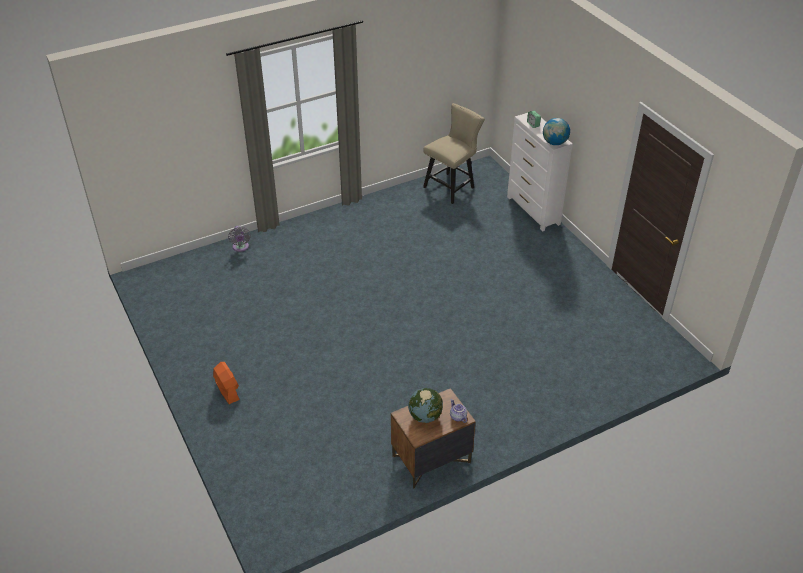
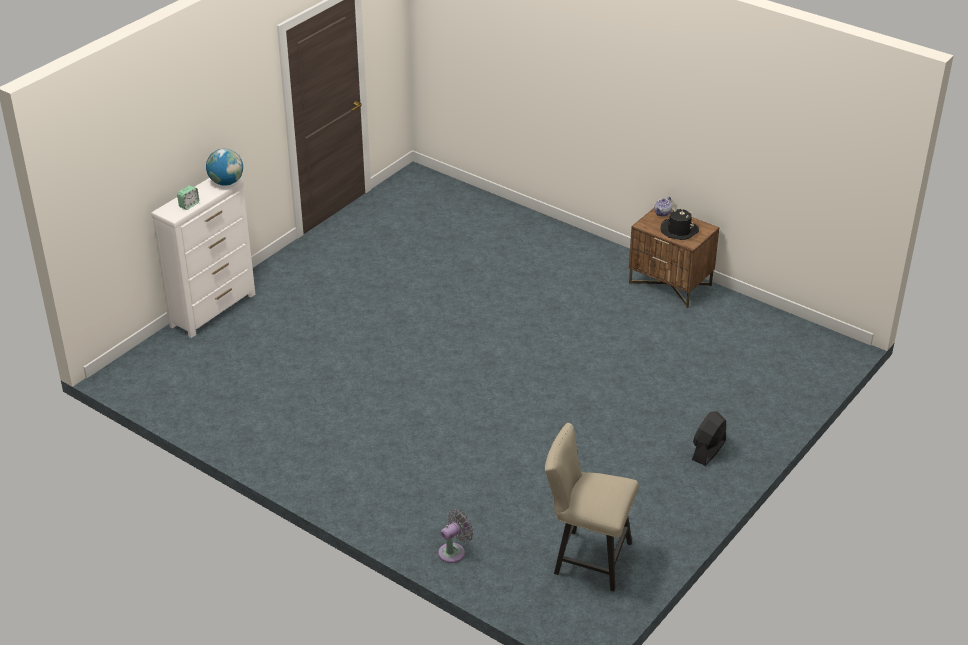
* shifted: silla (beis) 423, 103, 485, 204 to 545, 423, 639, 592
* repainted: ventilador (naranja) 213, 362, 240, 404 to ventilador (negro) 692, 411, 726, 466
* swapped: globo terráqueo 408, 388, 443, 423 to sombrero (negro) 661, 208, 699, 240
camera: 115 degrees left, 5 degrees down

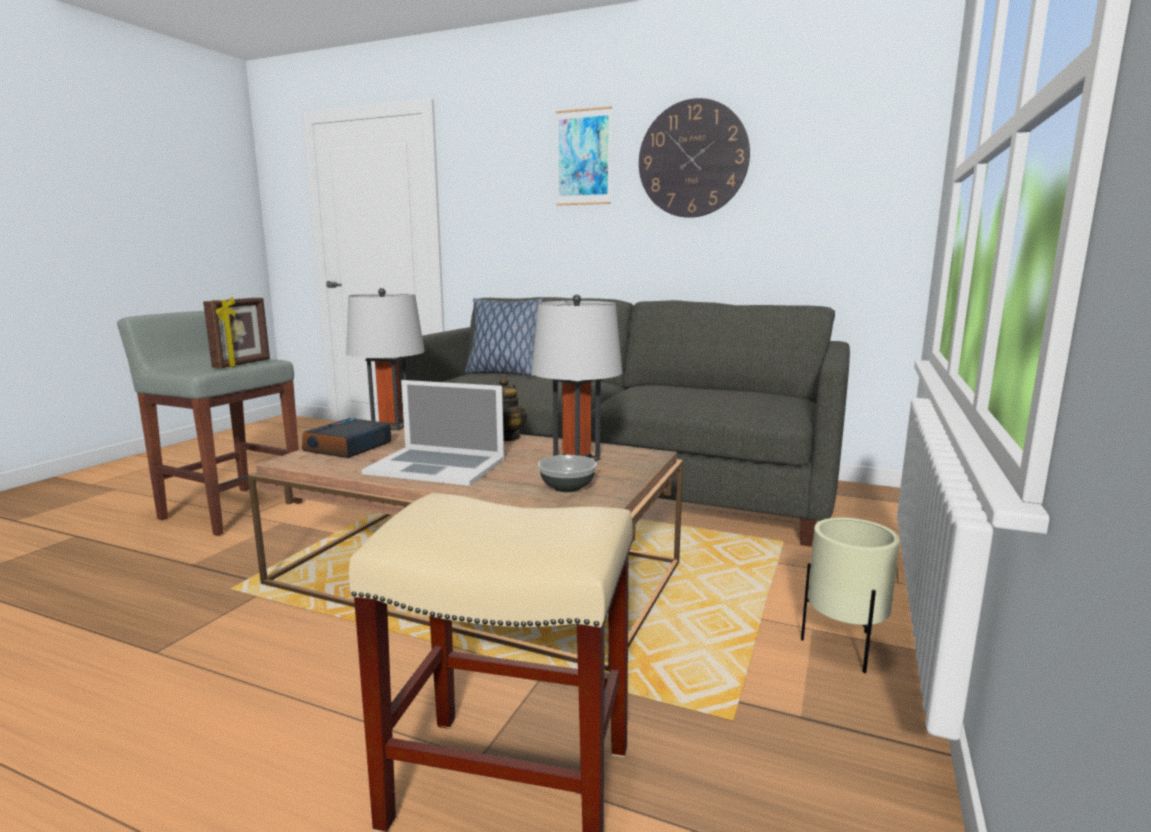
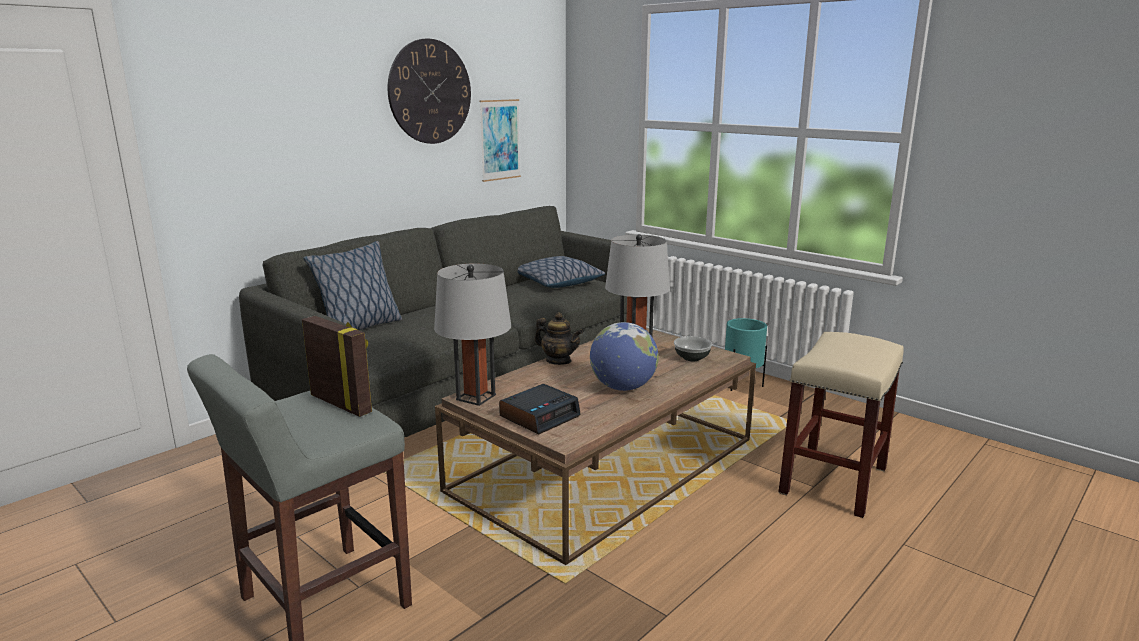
* shifted: cuadro 556, 106, 612, 206 to 479, 99, 521, 182
* swapped: portátil 362, 380, 504, 486 to globo terráqueo 590, 322, 659, 391
* rotated: despertador 302, 418, 391, 458 = 499, 384, 581, 434 90 degrees counterclockwise
* repainted: maceta (beis) 801, 517, 900, 673 to maceta (turquesa) 725, 318, 767, 391
* new: cojín 518, 256, 605, 288
camera: 70 degrees left, 5 degrees up

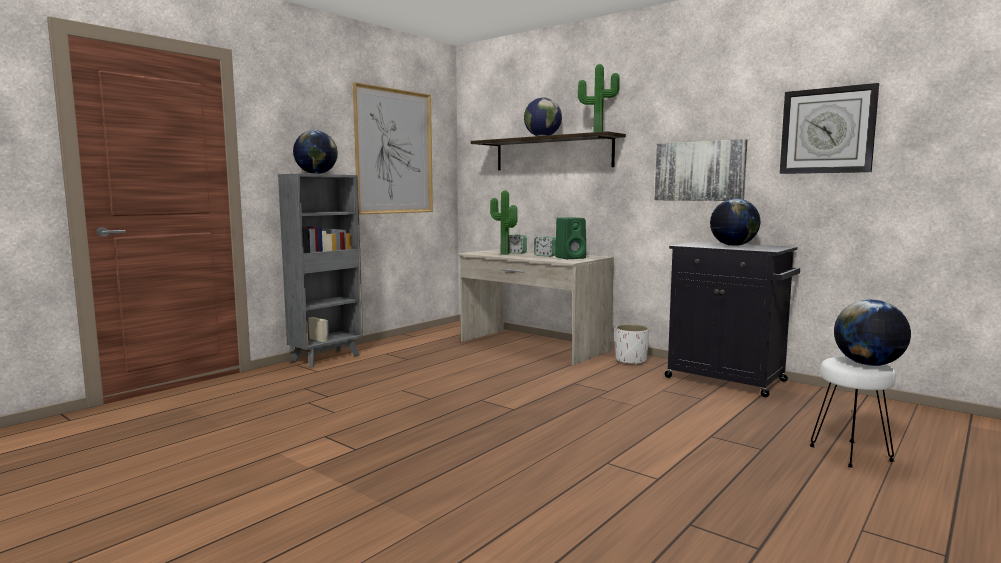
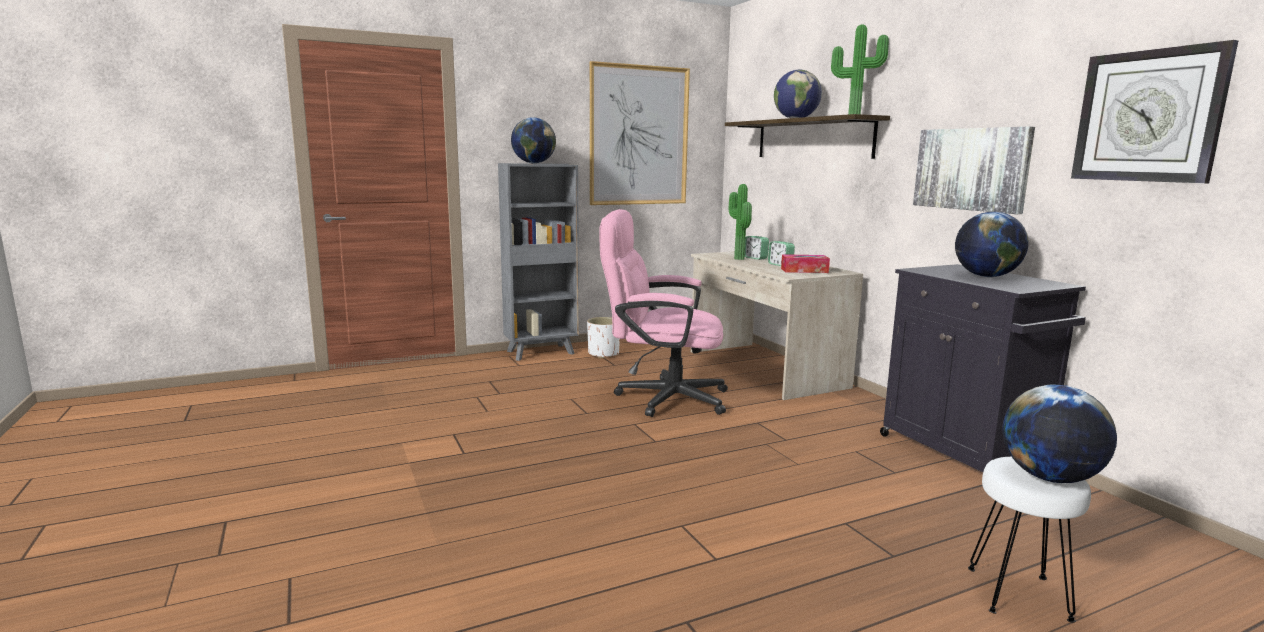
* swapped: altavoz (verde) 555, 217, 586, 259 to caja de pañuelos 781, 254, 830, 273
* shifted: maceta (blanco) 615, 324, 649, 365 to 587, 317, 620, 358
* new: silla de oficina (rosa) 599, 209, 728, 417
camera: 25 degrees right, 5 degrees up

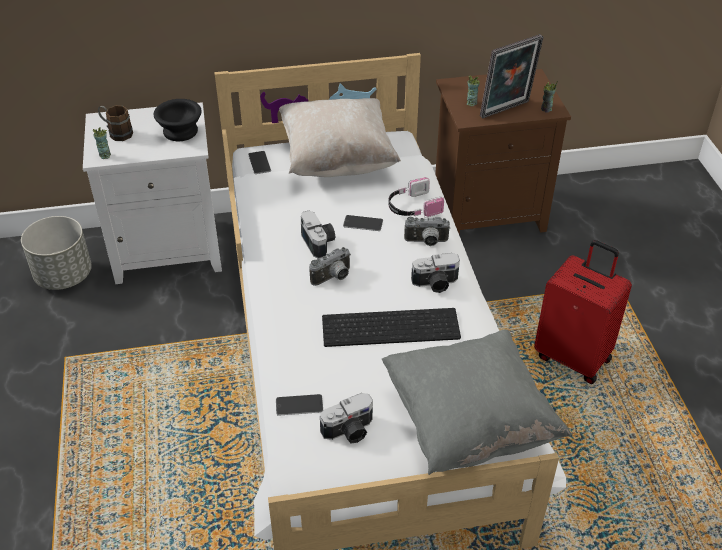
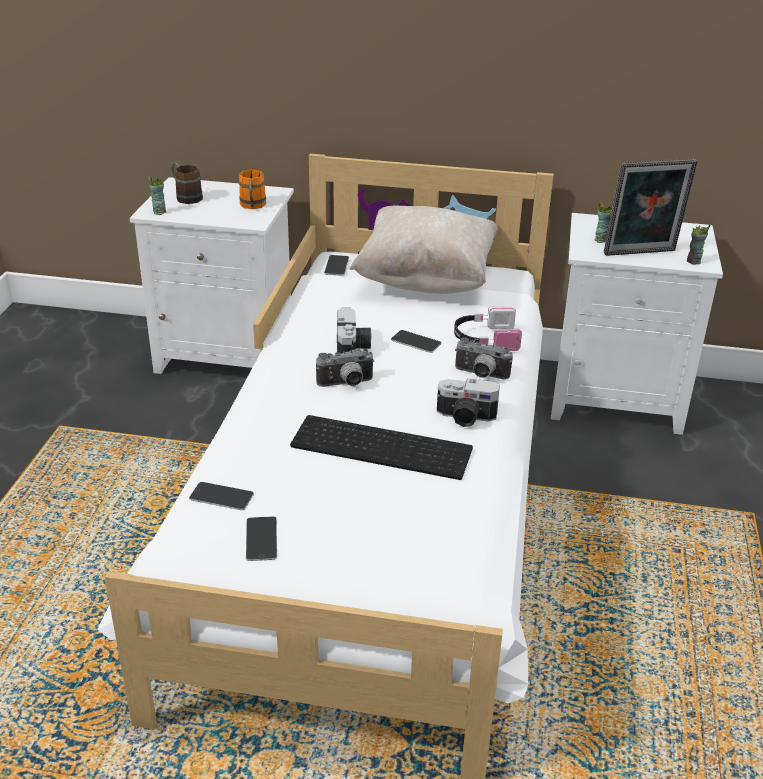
* repainted: mesita de noche (marrón) 435, 69, 571, 234 to mesita de noche (blanco) 551, 213, 723, 435
* swapped: cuenco (negro) 154, 99, 202, 141 to taza grande (naranja) 239, 170, 266, 209
* gone: maceta (gris) 21, 216, 92, 290
* gone: maleta (rojo) 534, 240, 632, 384
* gone: cojín (gris) 382, 329, 572, 475
* swapped: cámara 320, 393, 373, 443 to móvil 246, 516, 277, 561
camera: 20 degrees right, 10 degrees down

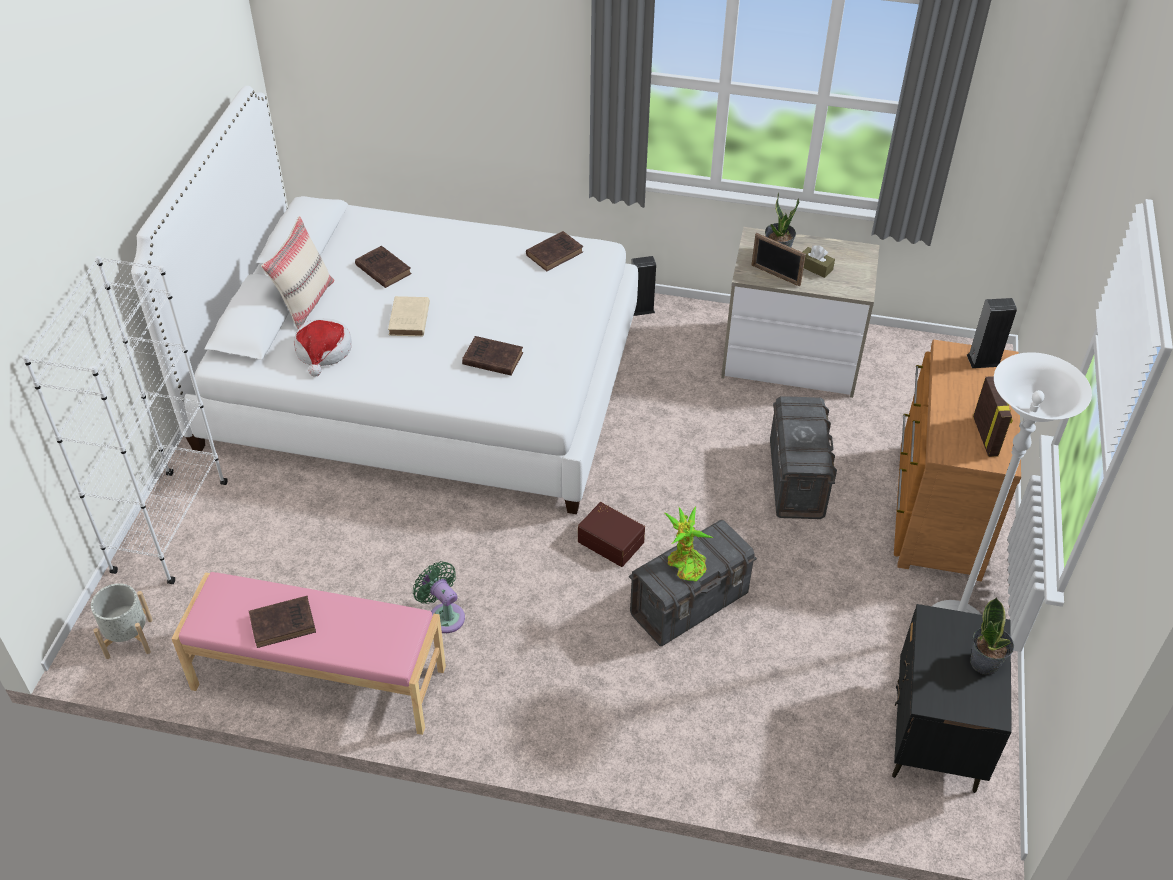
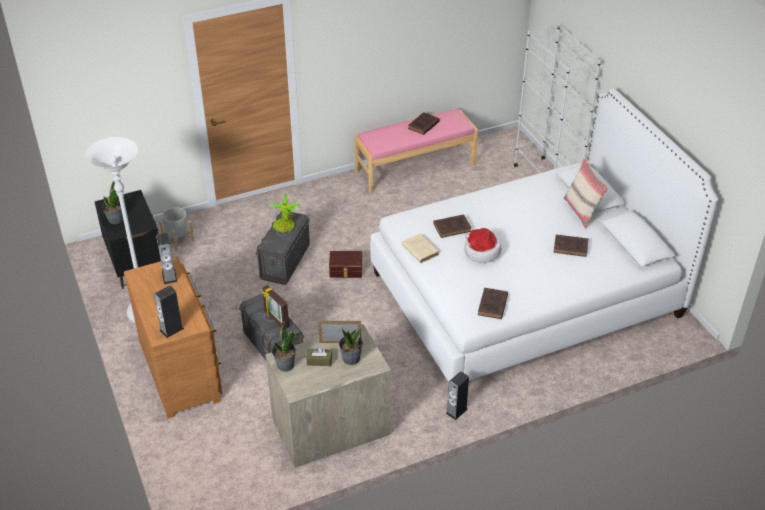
* shifted: libro (beis) 388, 296, 430, 336 to 402, 233, 439, 263
* shifted: sombrero 294, 318, 352, 376 to 464, 228, 501, 263
* shifted: portarretratos 973, 376, 1013, 457 to 262, 285, 289, 329
* gone: ventilador (verde) 413, 561, 465, 633
* shifted: maceta (gris) 91, 583, 153, 659 to 159, 207, 194, 251
* new: altavoz 156, 233, 177, 284
* new: planta en maceta 272, 321, 296, 371
camera: 145 degrees right, 5 degrees down

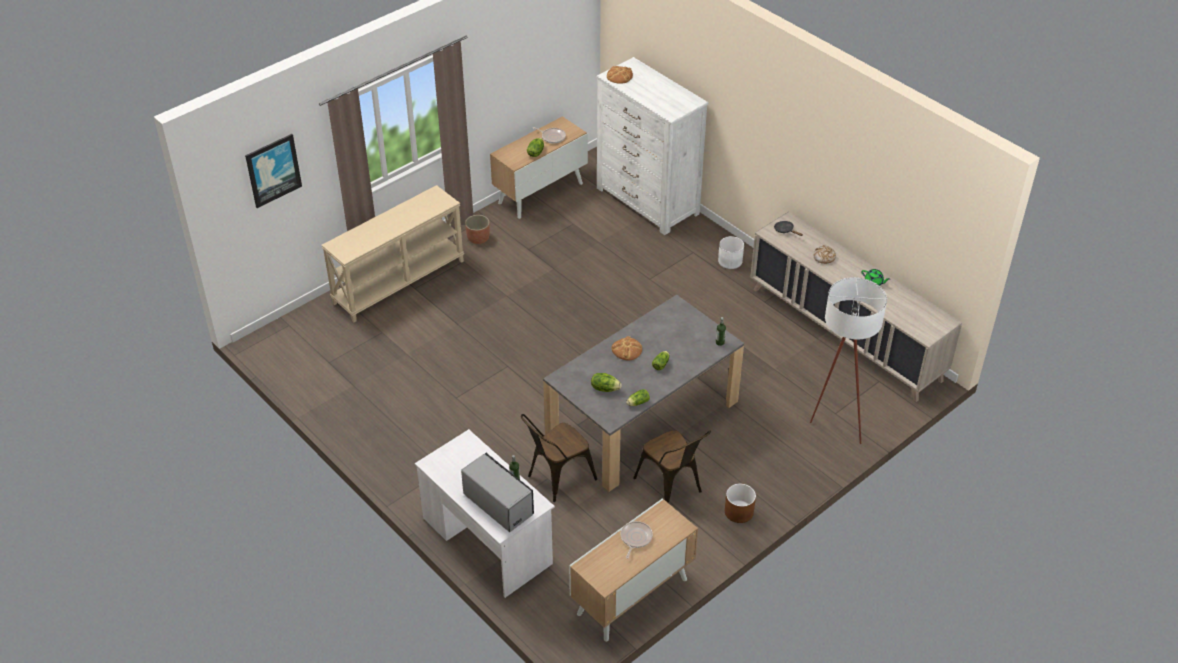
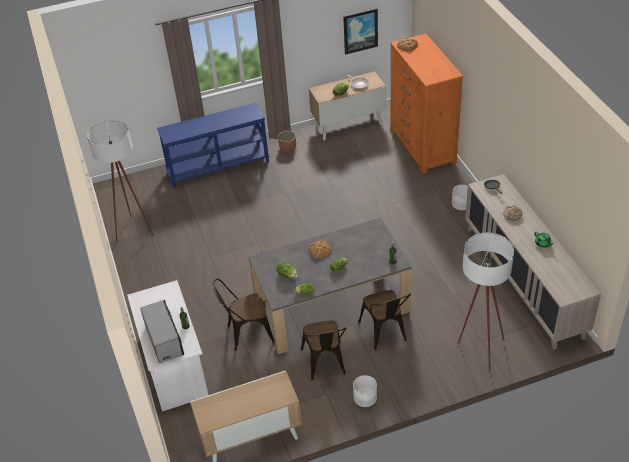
* repainted: cómoda (blanco) 596, 57, 708, 235 to cómoda (naranja) 390, 34, 463, 174
* shifted: cuadro 245, 134, 302, 208 to 343, 8, 378, 55
* repainted: mesa consola (beis) 321, 185, 464, 322 to mesa consola (azul) 157, 103, 269, 188
* repainted: maceta (marrón) 725, 484, 756, 523 to maceta (blanco) 353, 375, 377, 407
* gone: sartén 621, 521, 653, 559
* new: lámpara de pie (blanco) 87, 120, 154, 243
* new: silla (marrón) 358, 290, 411, 350
camera: 25 degrees right, 0 degrees up

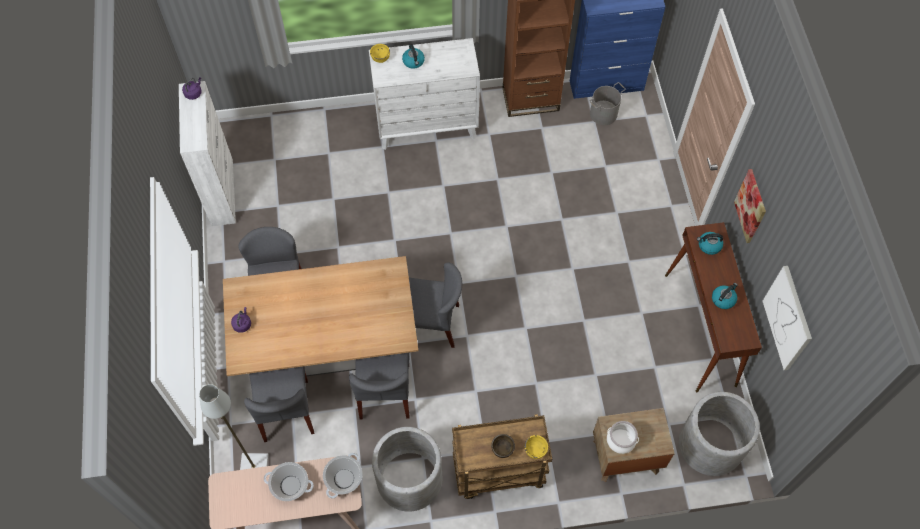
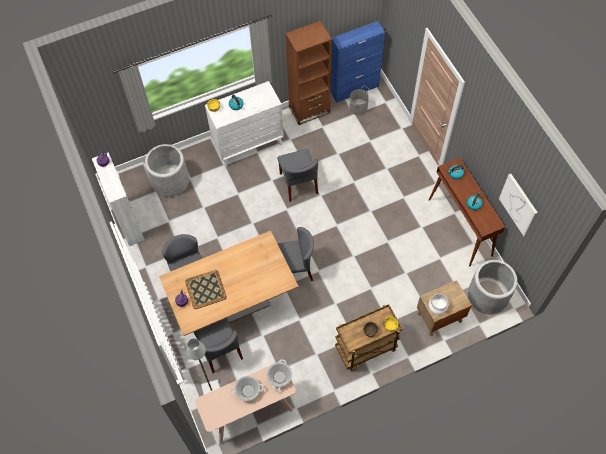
* gone: cuadro 734, 169, 766, 243
* shifted: silla (gris) 349, 352, 410, 419 to 277, 149, 318, 202
* shifted: maceta (gris) 372, 427, 442, 512 to 145, 144, 189, 197
* new: bandeja 185, 270, 227, 309
camera: 15 degrees left, 0 degrees up

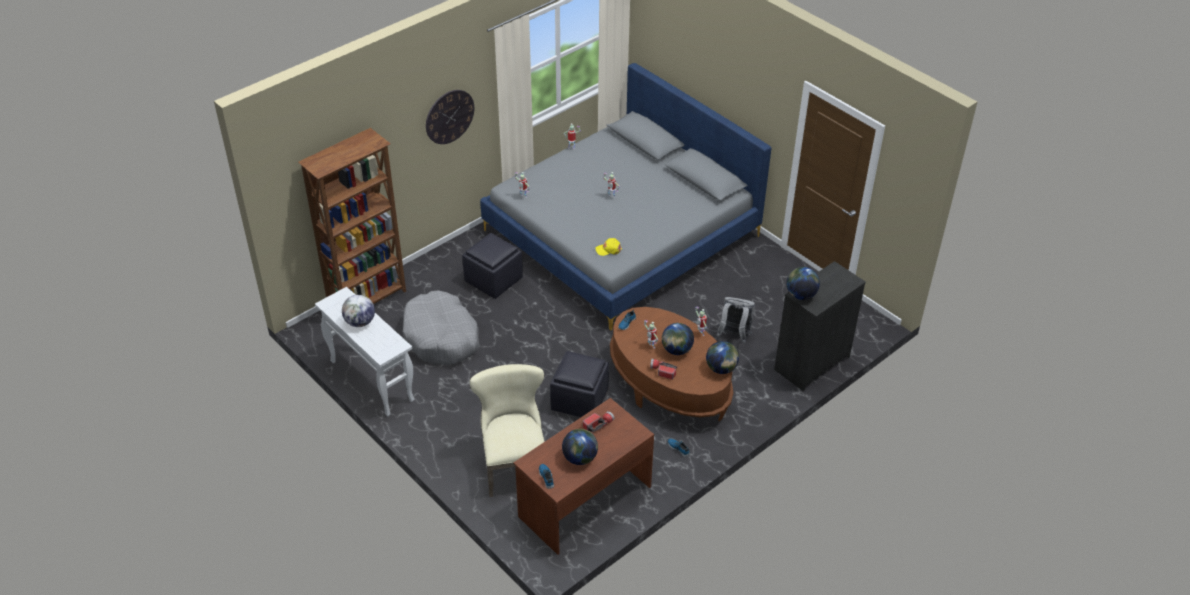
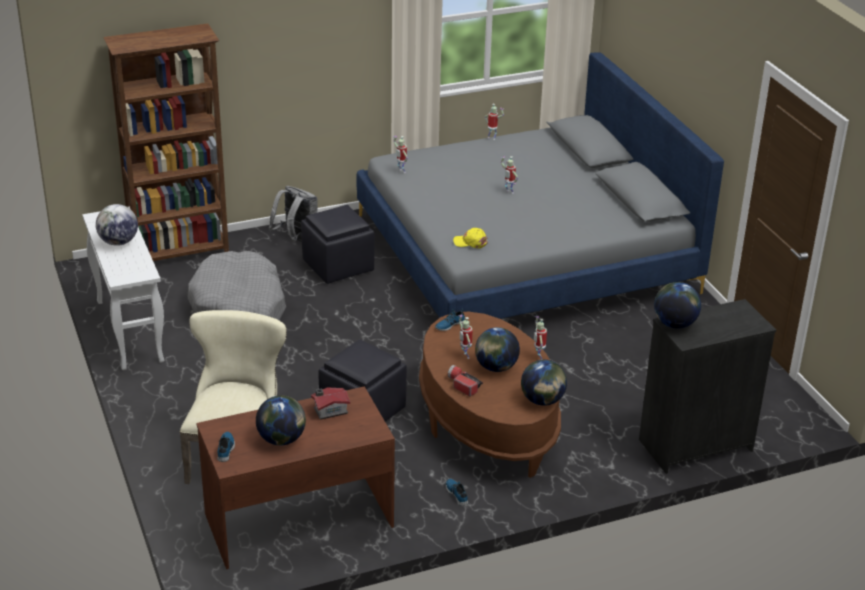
* gone: reloj de pared 426, 90, 474, 144
* shifted: mochila (gris) 717, 297, 755, 344 to 269, 186, 318, 242
* swapped: linterna 583, 411, 614, 433 to casita 311, 388, 350, 420
camera: 20 degrees right, 10 degrees down

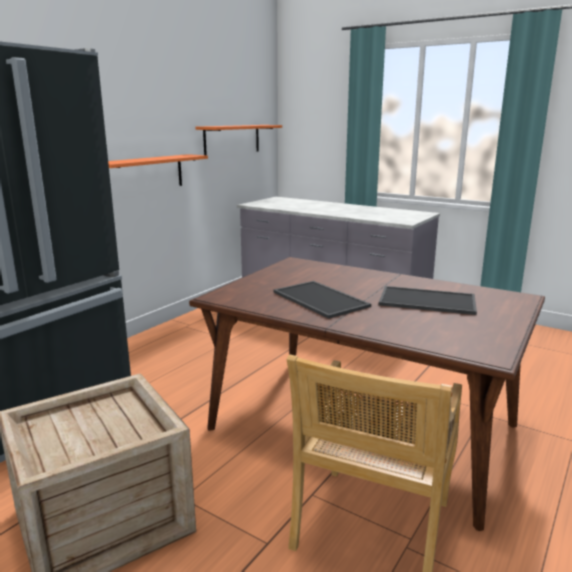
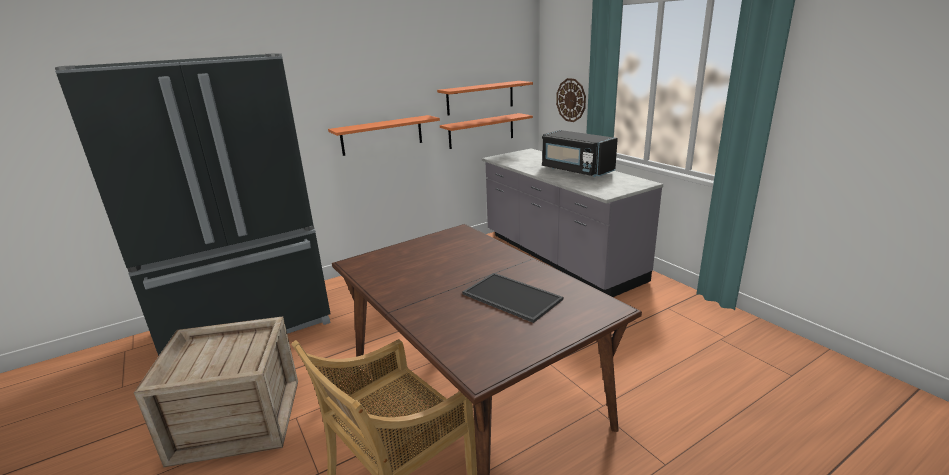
* gone: bandeja 273, 281, 371, 319
* new: reloj de pared 556, 78, 586, 122
* new: estante (naranja) 440, 113, 533, 149
* new: microondas (negro) 542, 130, 618, 177
camera: 25 degrees right, 5 degrees up

